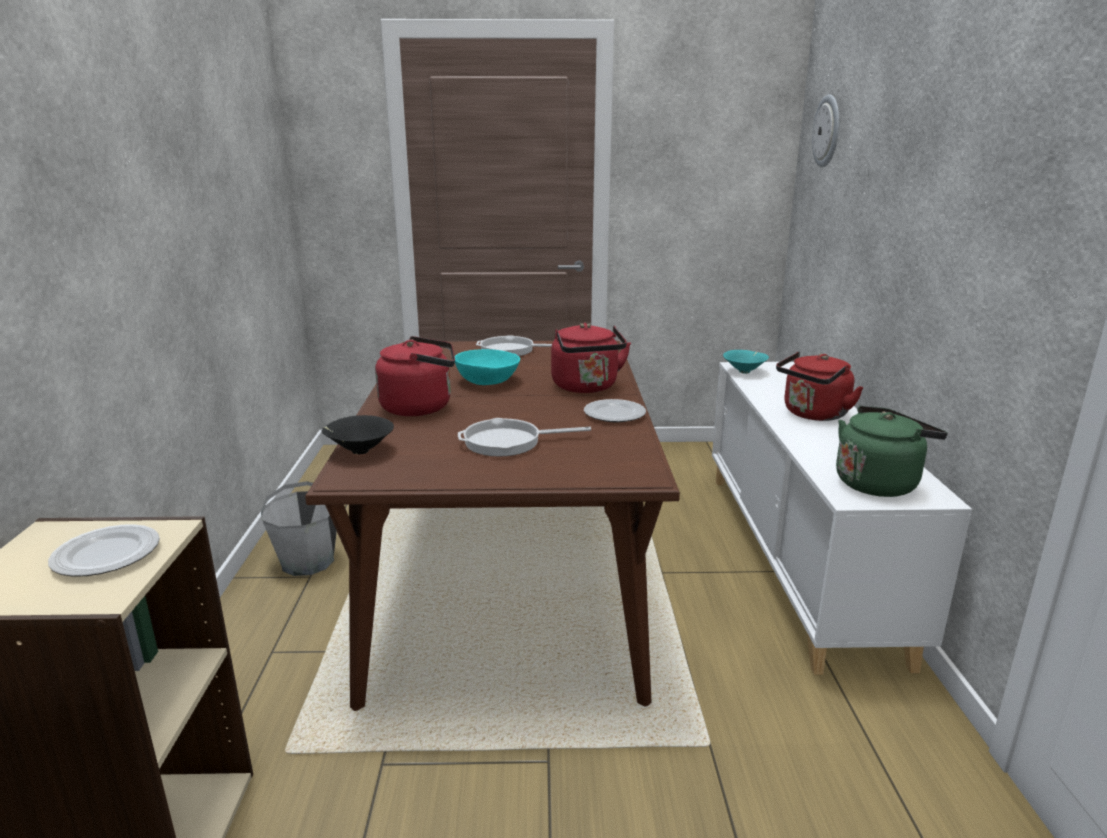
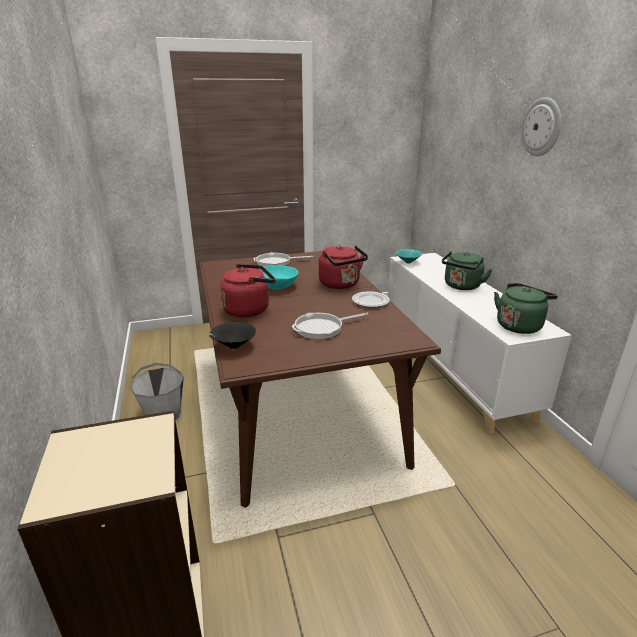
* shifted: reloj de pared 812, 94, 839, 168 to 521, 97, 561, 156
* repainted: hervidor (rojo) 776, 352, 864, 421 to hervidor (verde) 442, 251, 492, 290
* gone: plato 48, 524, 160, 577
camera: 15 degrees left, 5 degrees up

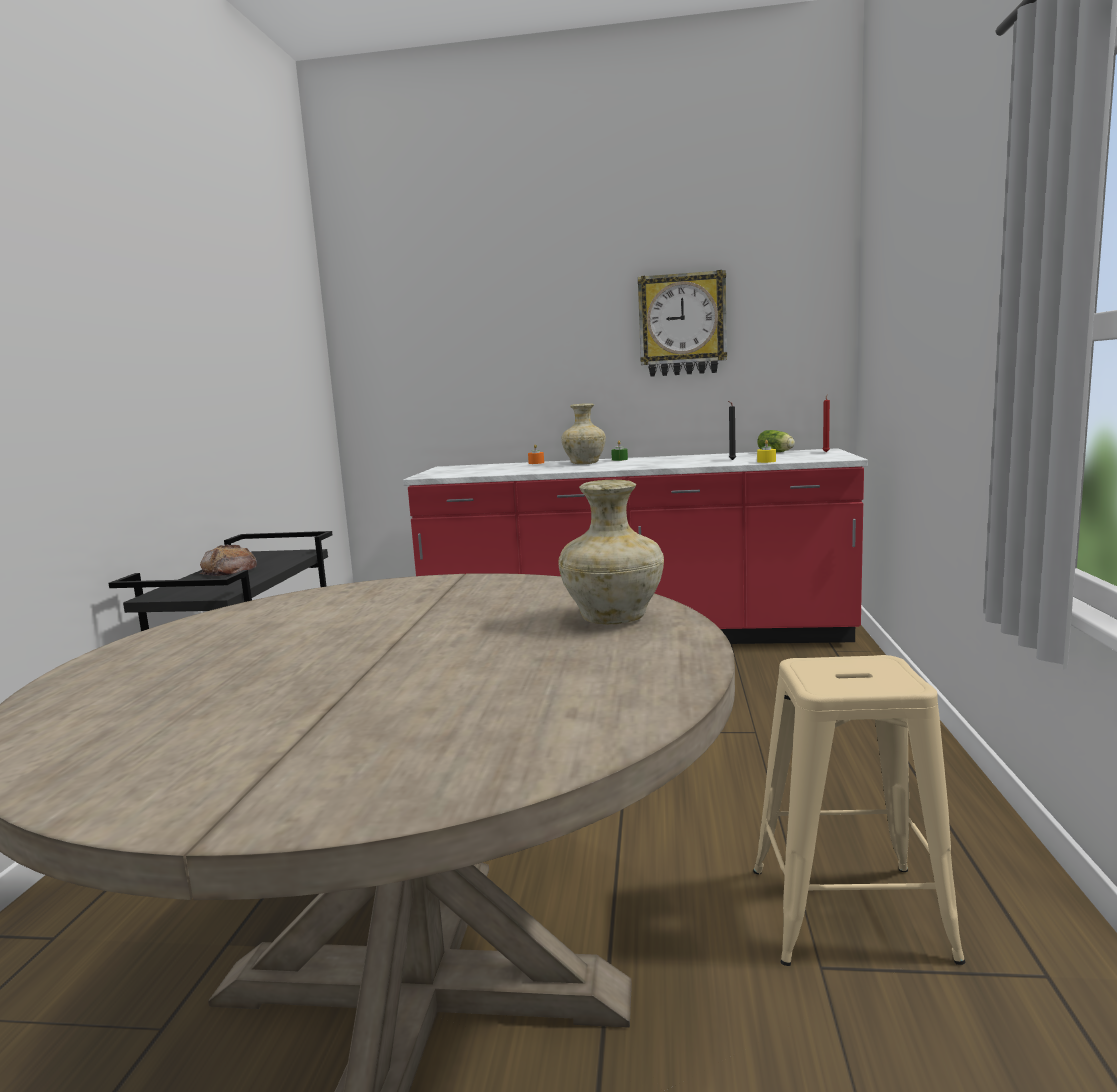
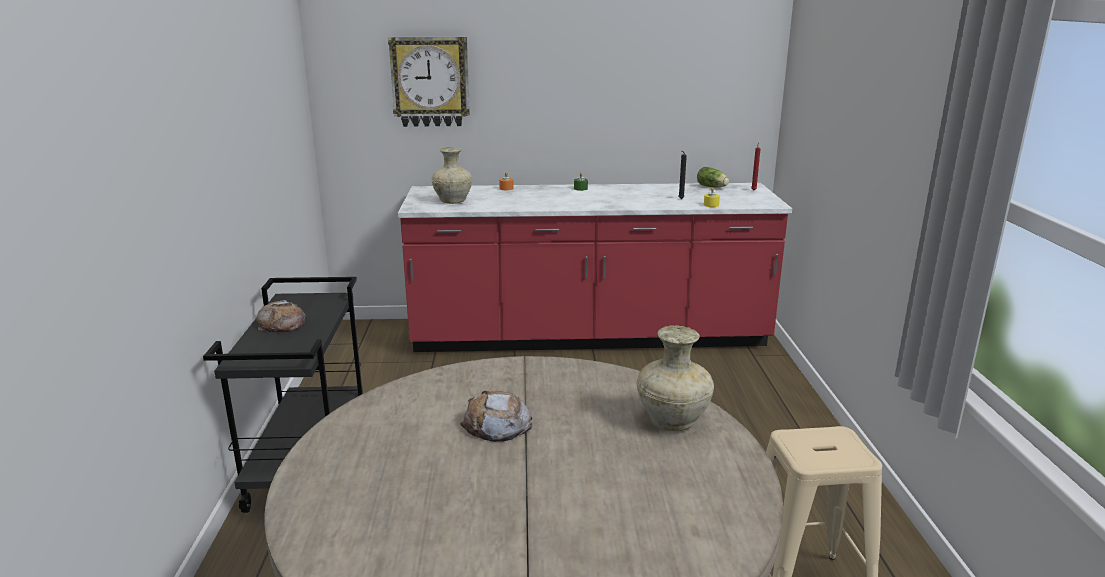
* shifted: reloj de pared 638, 270, 727, 377 to 388, 37, 470, 127
* shifted: florero (beis) 561, 403, 606, 464 to 432, 147, 472, 204
* new: pan 461, 391, 532, 442
camera: 10 degrees left, 10 degrees up

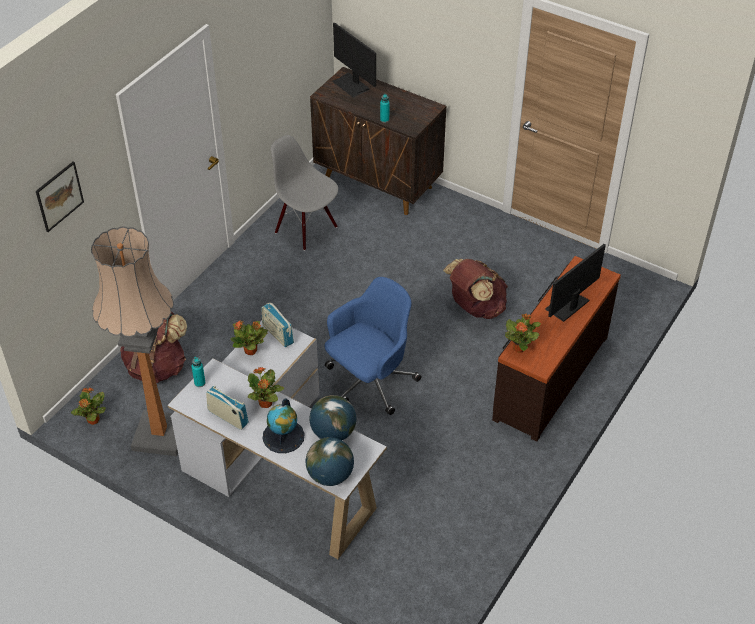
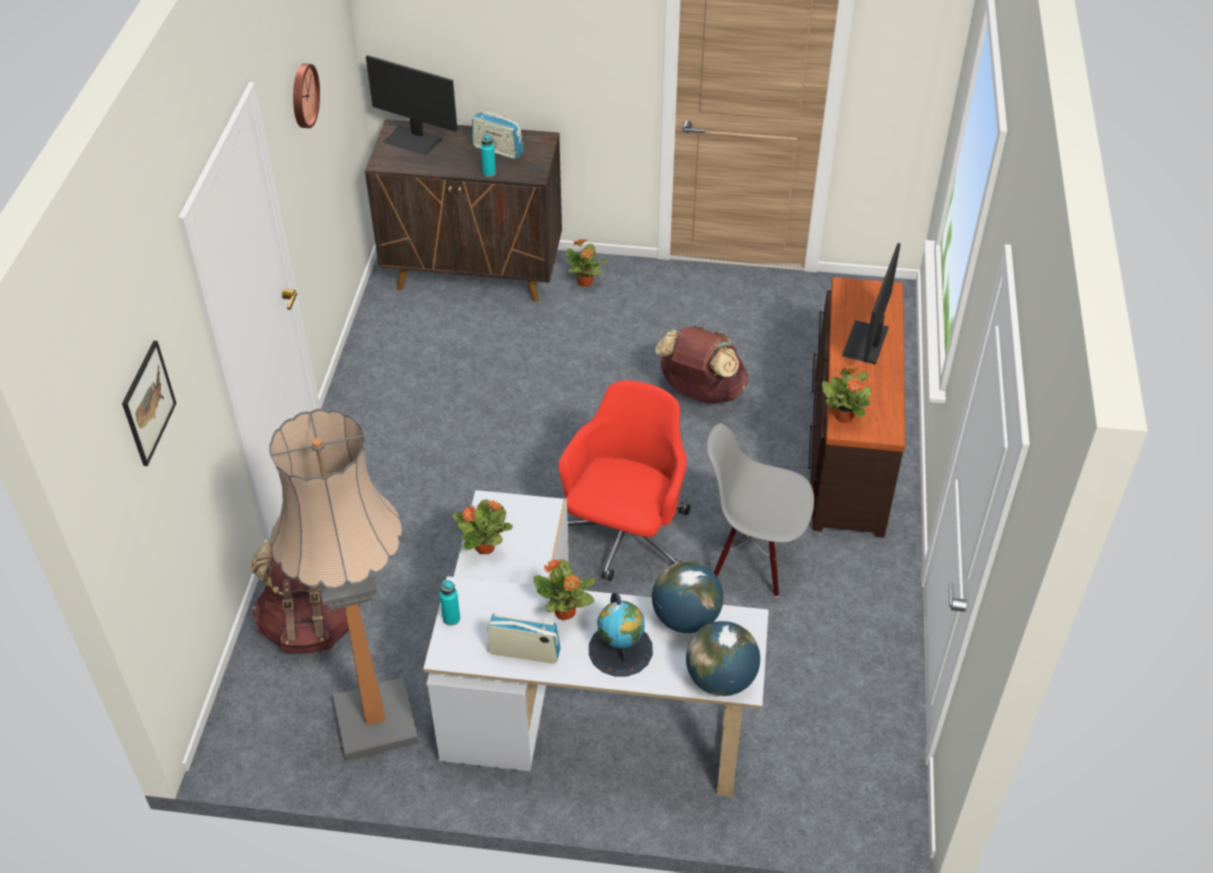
* shifted: silla (gris) 271, 135, 338, 251 to 707, 423, 814, 597
* repainted: silla de oficina (azul) 324, 277, 421, 415 to silla de oficina (rojo) 558, 380, 690, 581
* shifted: radio 261, 303, 294, 347 to 472, 109, 523, 160
* shifted: planta en maceta 71, 387, 106, 425 to 566, 238, 607, 287
* new: reloj de pared 293, 63, 320, 128
camera: 25 degrees left, 0 degrees up

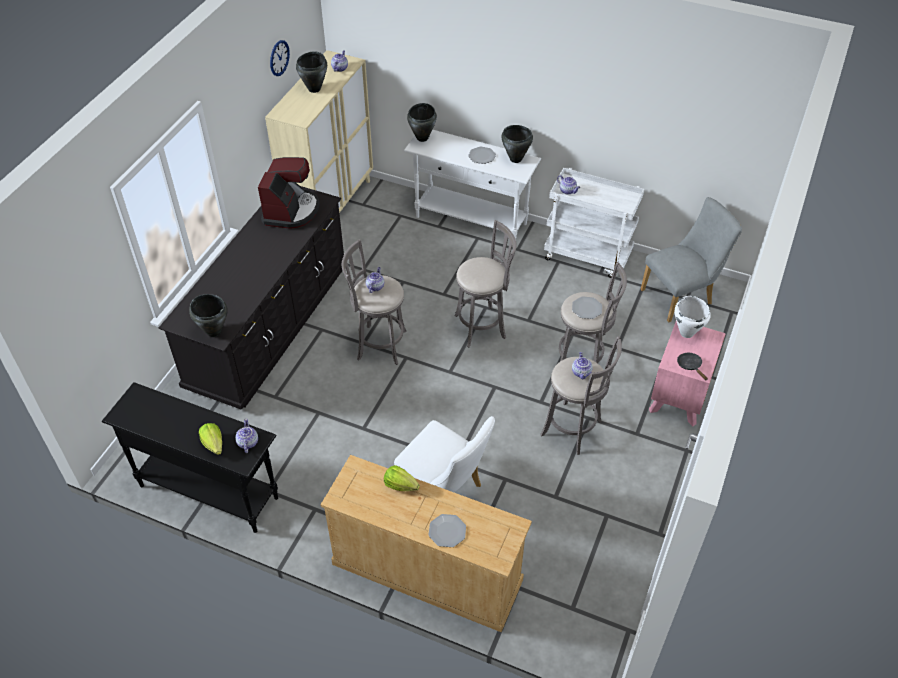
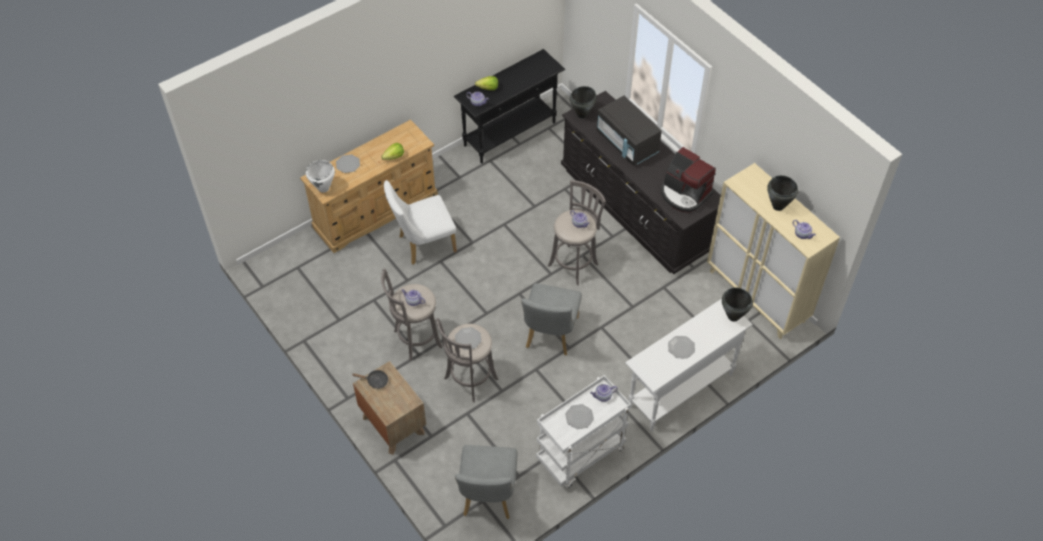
* gone: reloj de pared 270, 40, 290, 76
* gone: olla (negro) 501, 125, 533, 163
* swapped: taburete (gris) 454, 220, 517, 347 to silla (gris) 521, 283, 582, 355
* shifted: olla (blanco) 675, 296, 711, 338 to 306, 160, 335, 193
* repainted: mesita de noche (rosa) 649, 321, 726, 427 to mesita de noche (marrón) 353, 361, 426, 455
* new: microondas (negro) 597, 96, 662, 166
* new: plato 565, 404, 594, 429
camera: 120 degrees right, 5 degrees up

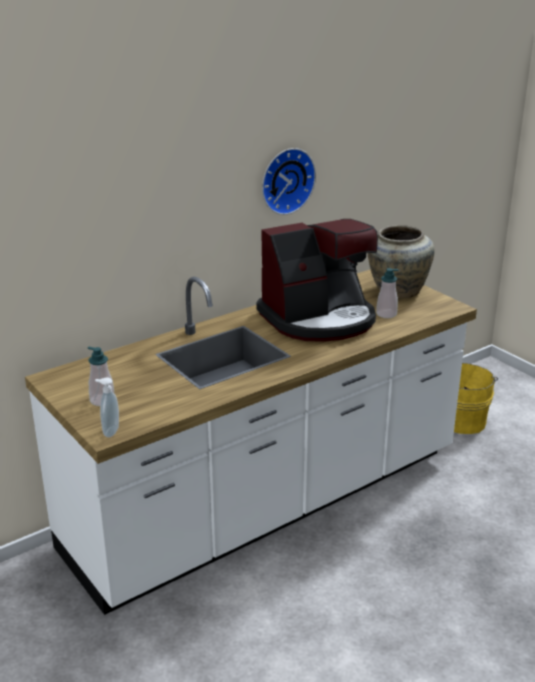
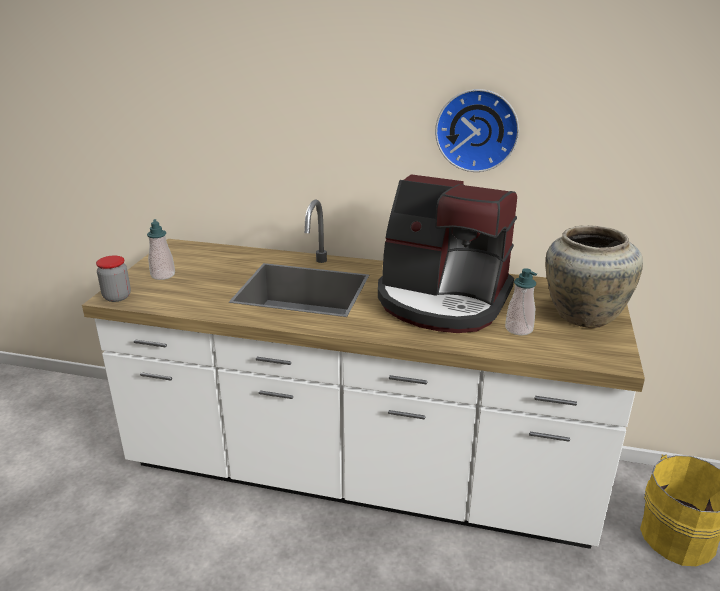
* swapped: dispensador de jabón 95, 377, 119, 438 to tarro 96, 255, 131, 302
camera: 50 degrees right, 0 degrees up

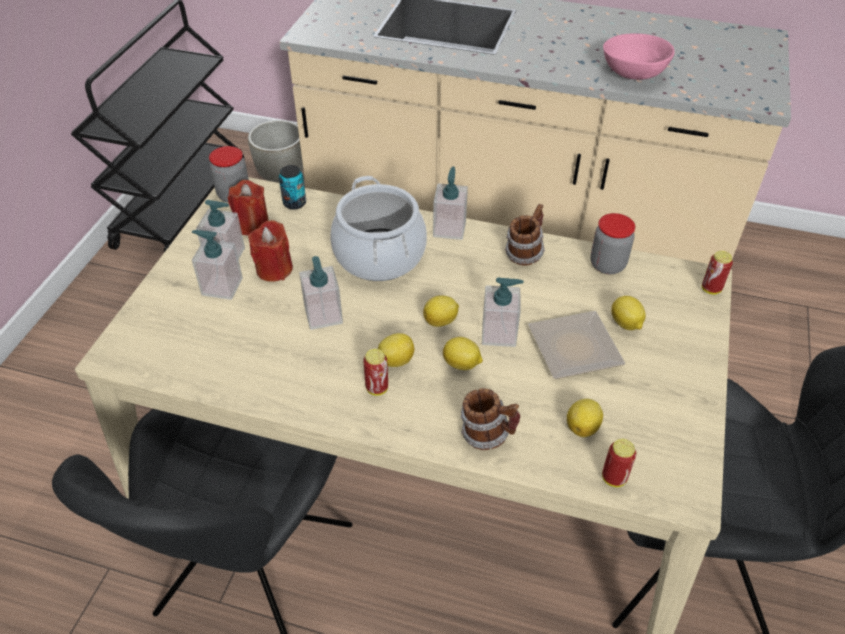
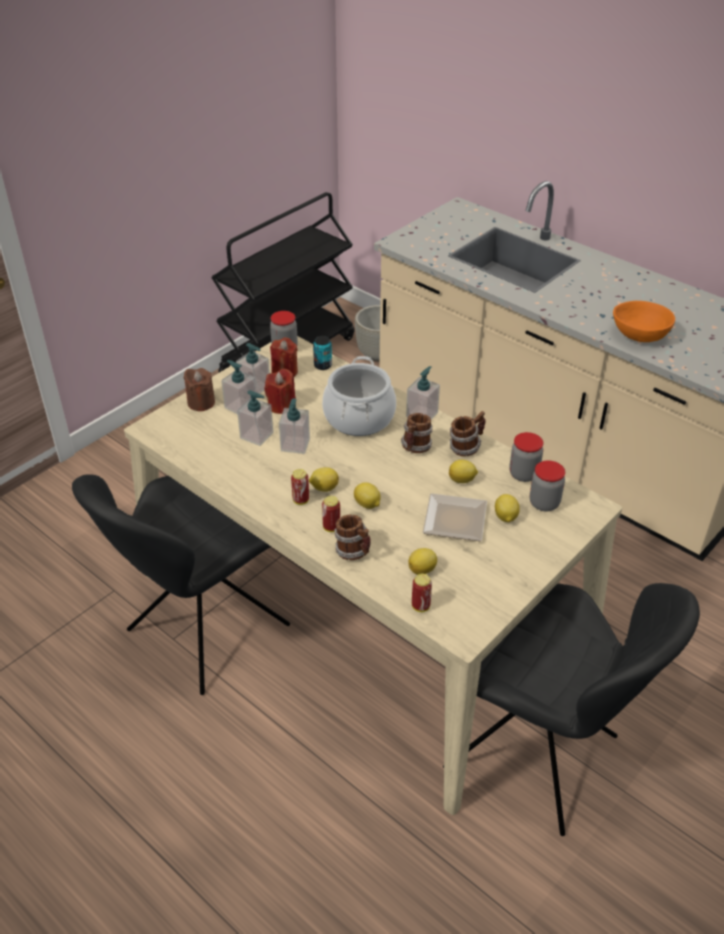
* repainted: cuenco (rosa) 603, 34, 675, 80 to cuenco (naranja) 613, 301, 675, 342
* shifted: lata 702, 251, 733, 295 to 322, 496, 340, 532
* shifted: dispensador de jabón 482, 278, 524, 347 to 237, 390, 273, 446
* shifted: limón 423, 295, 459, 327 to 449, 460, 478, 483
* new: vela (marrón) 184, 368, 215, 411
* new: taza grande 401, 413, 432, 453
* new: tarro 530, 461, 565, 511
camera: 25 degrees right, 5 degrees down

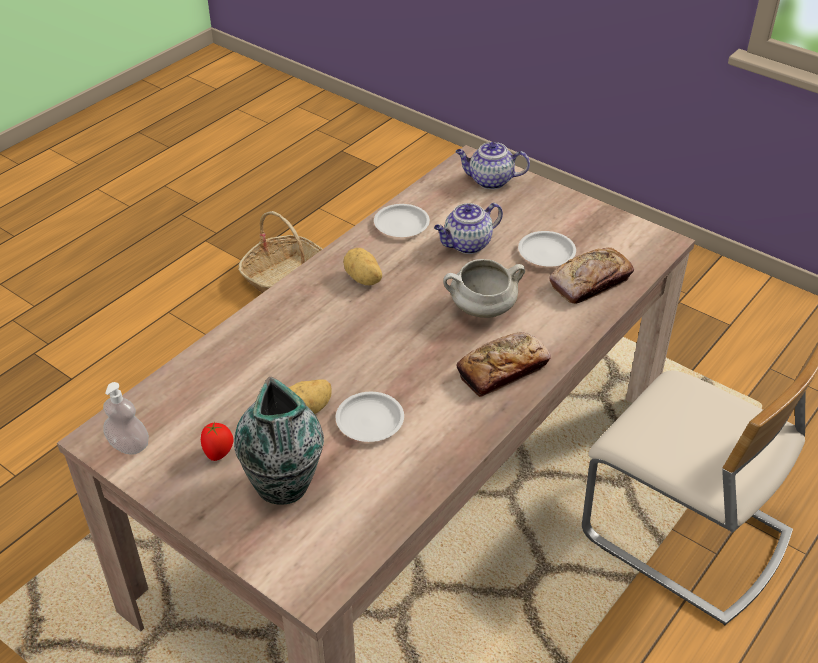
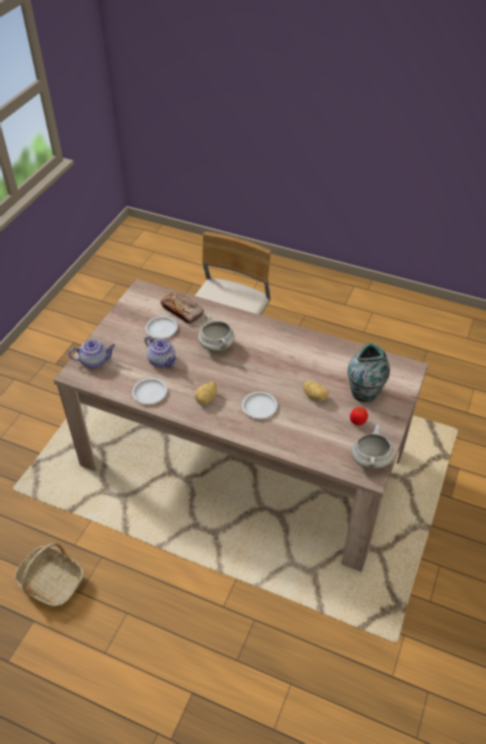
* rotated: tetera 455, 142, 530, 189 = 69, 340, 115, 369 90 degrees counterclockwise
* gone: pan 457, 332, 551, 397
* swapped: dispensador de jabón 103, 382, 149, 455 to olla (blanco) 351, 424, 394, 469
* shifted: plato (blanco) 336, 392, 404, 442 to 242, 392, 277, 419
camera: 105 degrees left, 5 degrees up

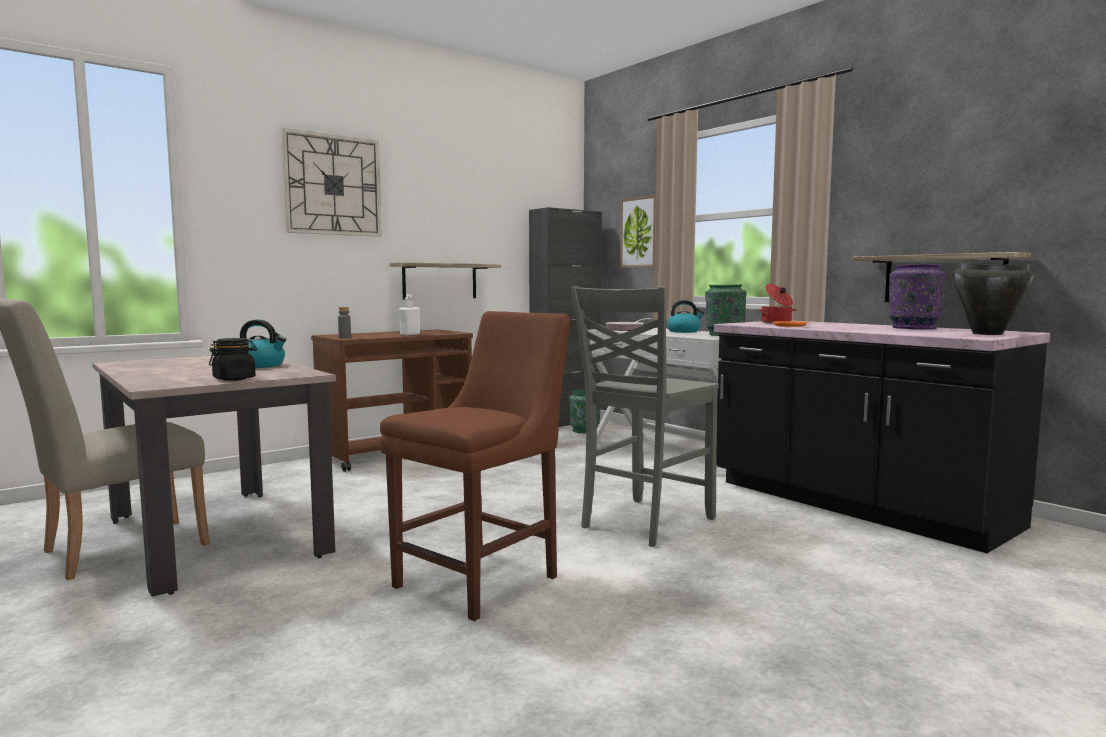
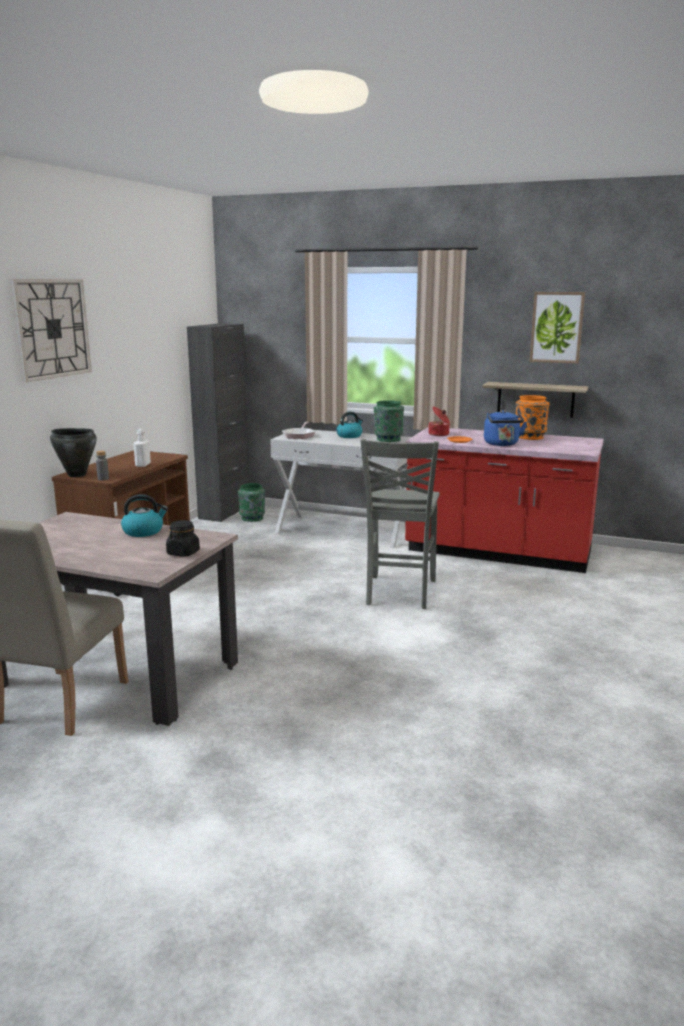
* shifted: cuadro 620, 195, 656, 268 to 529, 292, 585, 364
* gone: estante 389, 262, 501, 299
* shifted: olla (negro) 953, 262, 1033, 335 to 50, 428, 97, 477
* repainted: florero (morado) 888, 264, 946, 329 to florero (naranja) 516, 395, 549, 440
* gone: silla (marrón) 380, 311, 570, 621
* repainted: mueble bajo de cocina (negro) 714, 321, 1050, 553 to mueble bajo de cocina (rojo) 405, 427, 604, 573
* new: hervidor (azul) 484, 410, 527, 446
camera: 30 degrees left, 10 degrees up

